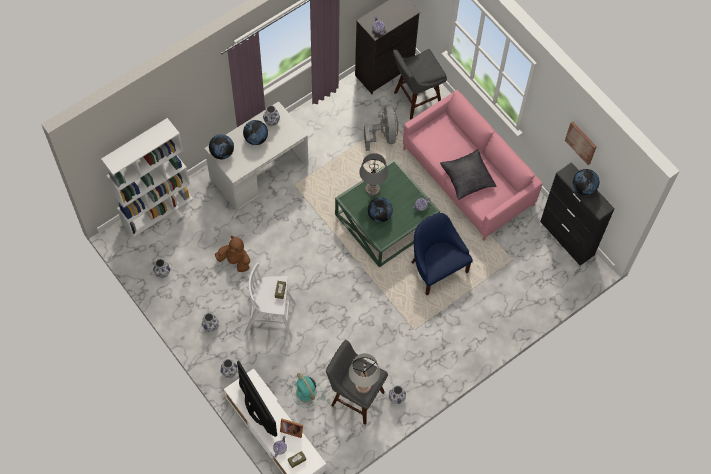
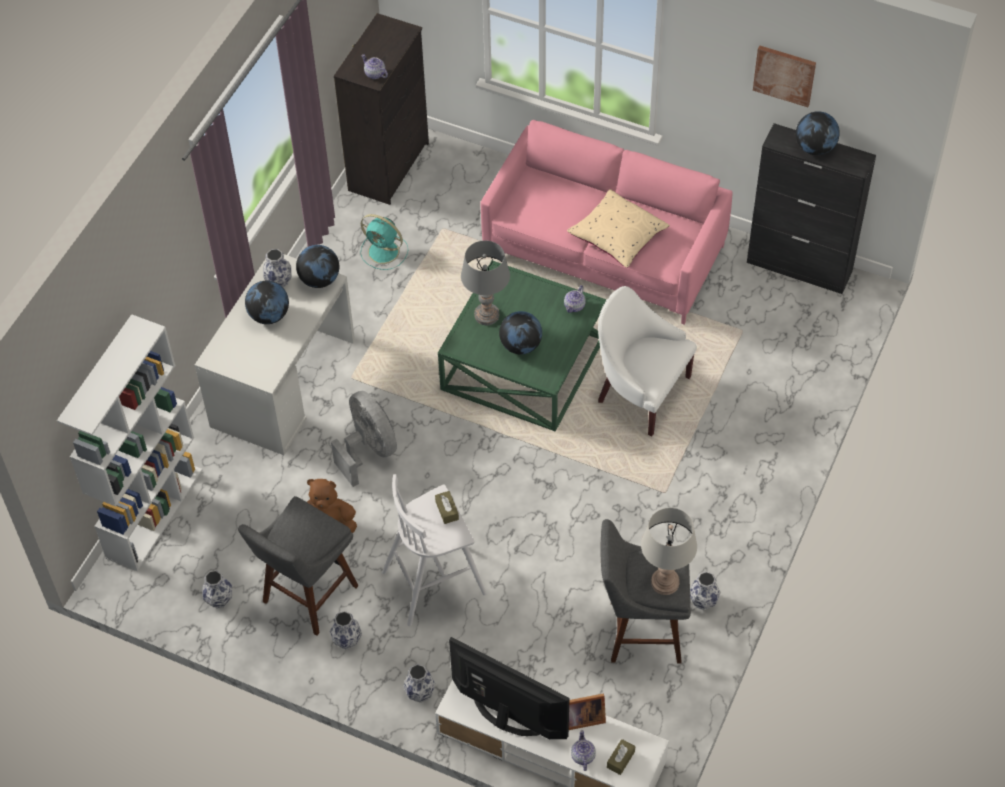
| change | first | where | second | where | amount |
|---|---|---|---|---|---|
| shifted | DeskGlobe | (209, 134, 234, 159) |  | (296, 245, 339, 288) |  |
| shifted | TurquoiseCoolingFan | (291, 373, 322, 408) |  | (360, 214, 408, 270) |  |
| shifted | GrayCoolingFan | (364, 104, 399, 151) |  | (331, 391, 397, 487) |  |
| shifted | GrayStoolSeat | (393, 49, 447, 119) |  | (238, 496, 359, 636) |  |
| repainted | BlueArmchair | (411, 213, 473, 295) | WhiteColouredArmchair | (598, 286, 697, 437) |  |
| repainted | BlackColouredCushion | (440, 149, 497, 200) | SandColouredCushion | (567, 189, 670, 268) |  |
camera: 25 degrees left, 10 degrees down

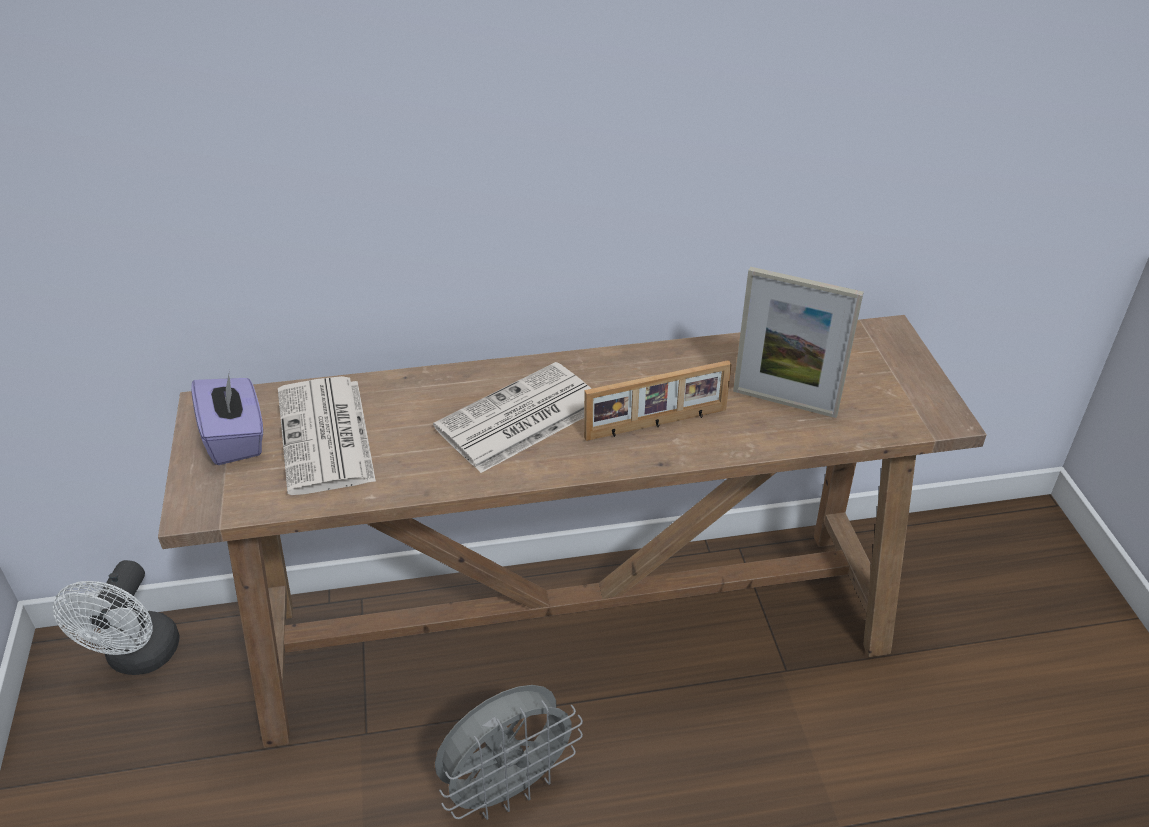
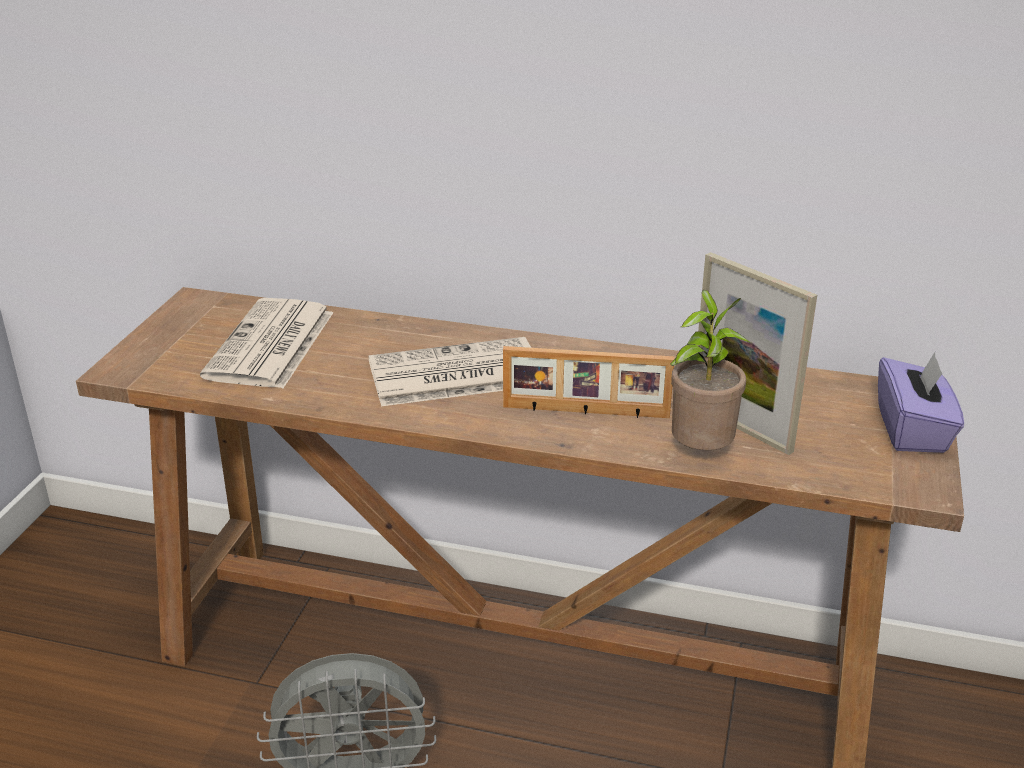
| change | first | where | second | where | amount |
|---|---|---|---|---|---|
| gone | WhiteColouredCoolingFan | (53, 560, 180, 675) |  |  |  |
| new |  |  | PlantInAPot | (670, 290, 749, 450) |  |
| shifted | PurpleColouredBoxOfTissues | (191, 370, 263, 465) |  | (878, 353, 964, 453) |  |
camera: 25 degrees right, 10 degrees down

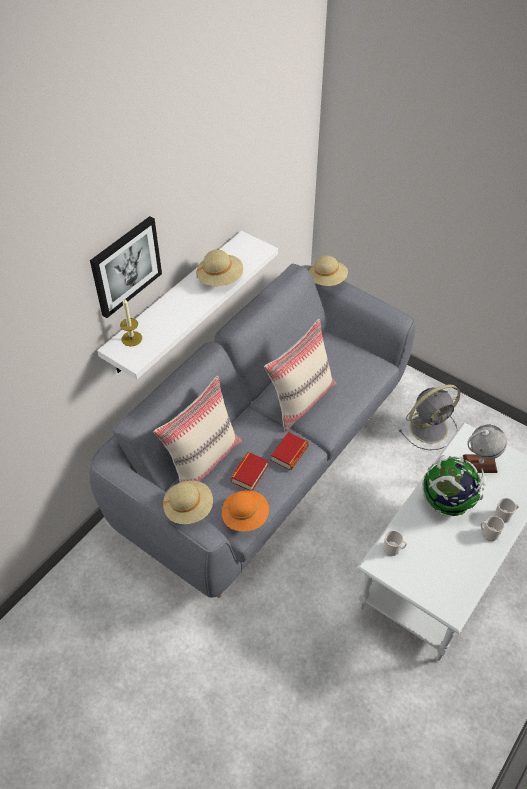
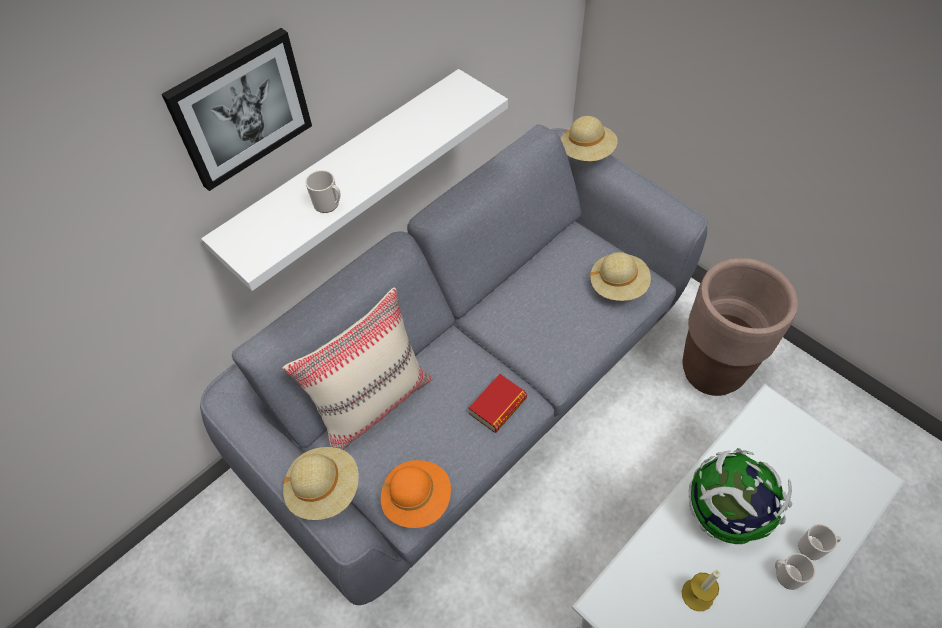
| change | first | where | second | where | amount |
|---|---|---|---|---|---|
| gone | BoundBook | (230, 452, 268, 491) |  |  |  |
| gone | SandColouredCushion | (264, 319, 336, 431) |  |  |  |
| gone | DeskGlobe | (463, 425, 507, 473) |  |  |  |
| shifted | Candle | (120, 298, 142, 346) |  | (682, 570, 721, 611) |  |
| shifted | SandColouredClothingHat | (196, 250, 243, 286) |  | (589, 252, 651, 301) |  |
| shifted | TeaMug | (383, 530, 407, 556) |  | (305, 170, 341, 213) |  |
| swapped | GrayCoolingFan | (398, 384, 460, 450) | BrownPlanter | (683, 258, 798, 396) |  |
camera: 10 degrees right, 5 degrees up

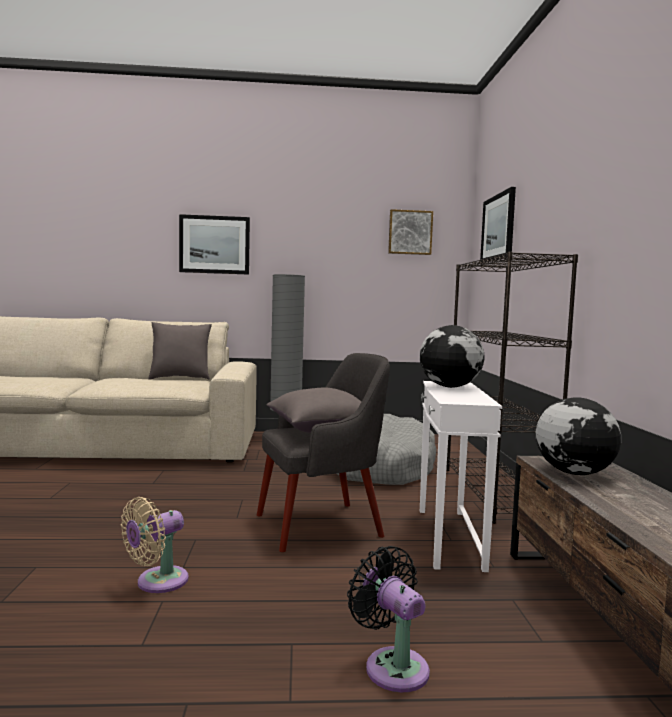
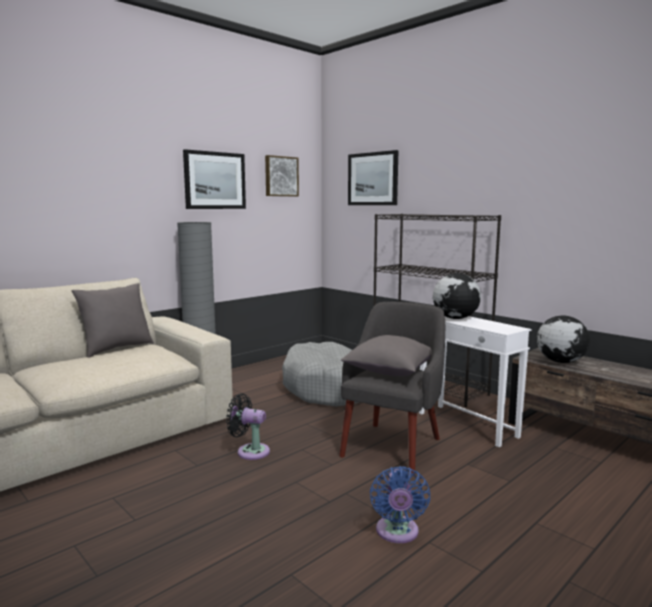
| change | first | where | second | where | amount |
|---|---|---|---|---|---|
| shifted | WallPicture | (179, 214, 250, 275) |  | (183, 149, 246, 209) |  |
| shifted | BlackColouredCoolingFan | (347, 546, 430, 692) |  | (226, 393, 270, 460) |  |
| repainted | SandColouredCoolingFan | (121, 497, 189, 593) | BlueCoolingFan | (370, 466, 430, 543) |  |
camera: 40 degrees left, 5 degrees up

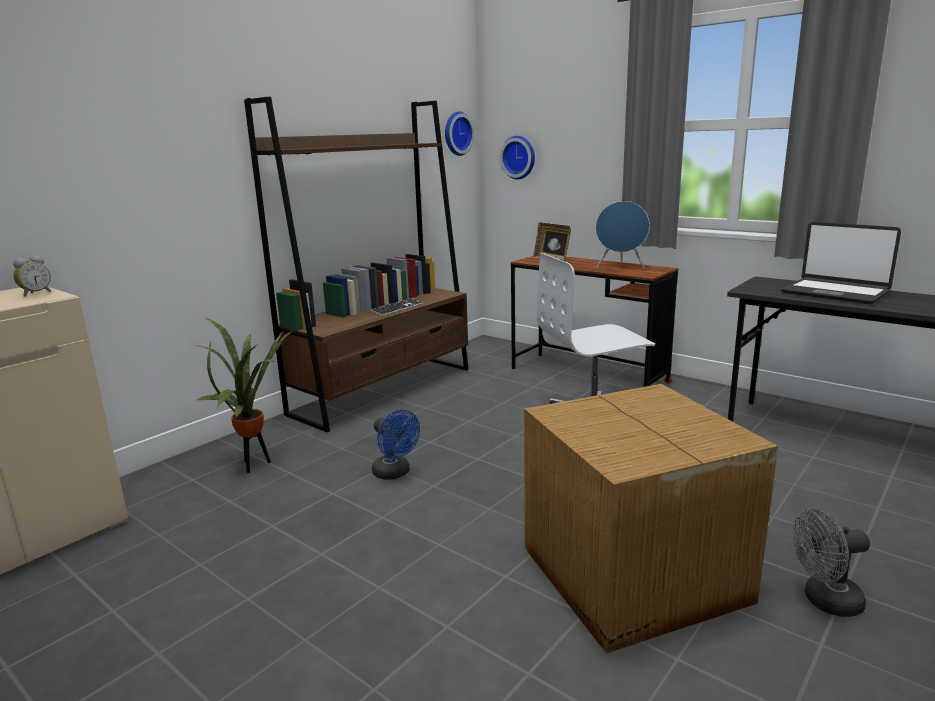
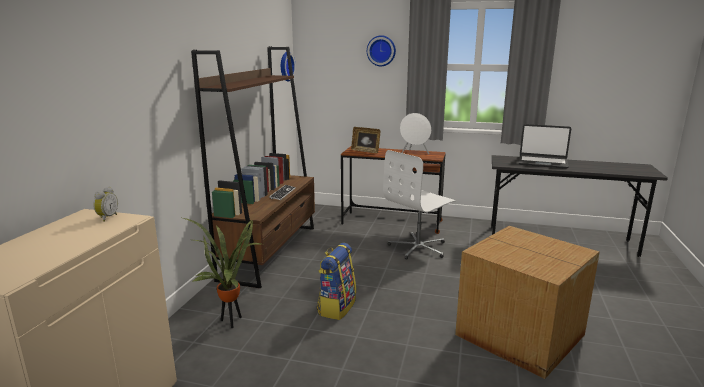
| change | first | where | second | where | amount |
|---|---|---|---|---|---|
| gone | GrayCoolingFan | (793, 509, 870, 617) |  |  |  |
| shifted | HangingClock | (500, 136, 535, 179) |  | (367, 35, 396, 66) |  |
| swapped | BlueCoolingFan | (372, 410, 420, 480) | Rucksack | (317, 243, 356, 320) |  |
| repainted | BlueLoudspeaker | (596, 201, 650, 269) | WhiteColouredLoudspeaker | (400, 113, 431, 154) |  |
camera: 25 degrees left, 0 degrees up

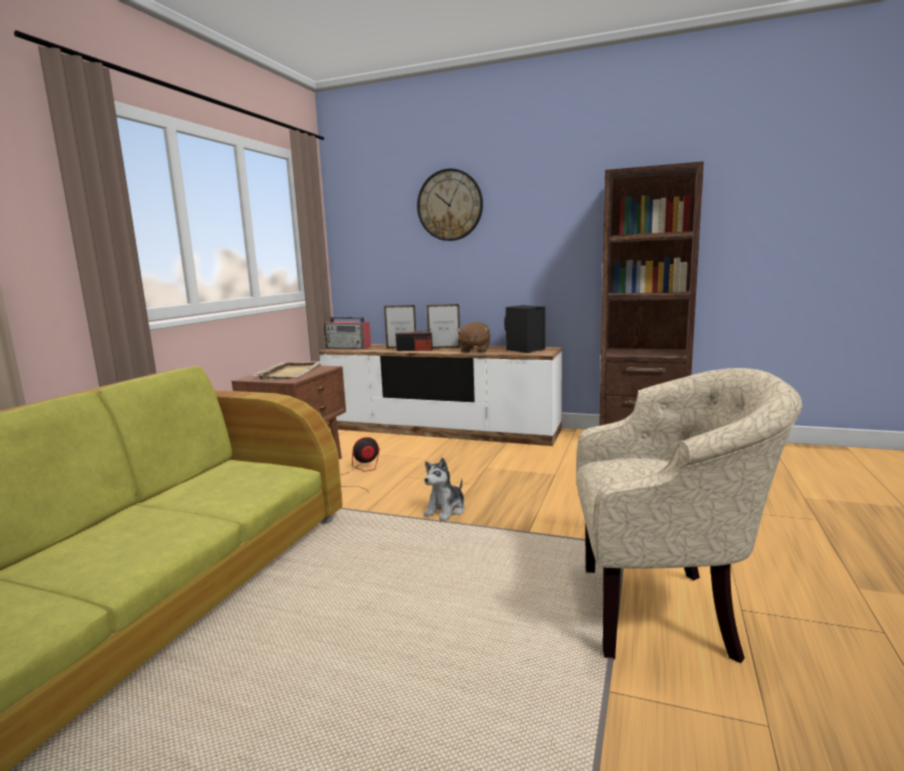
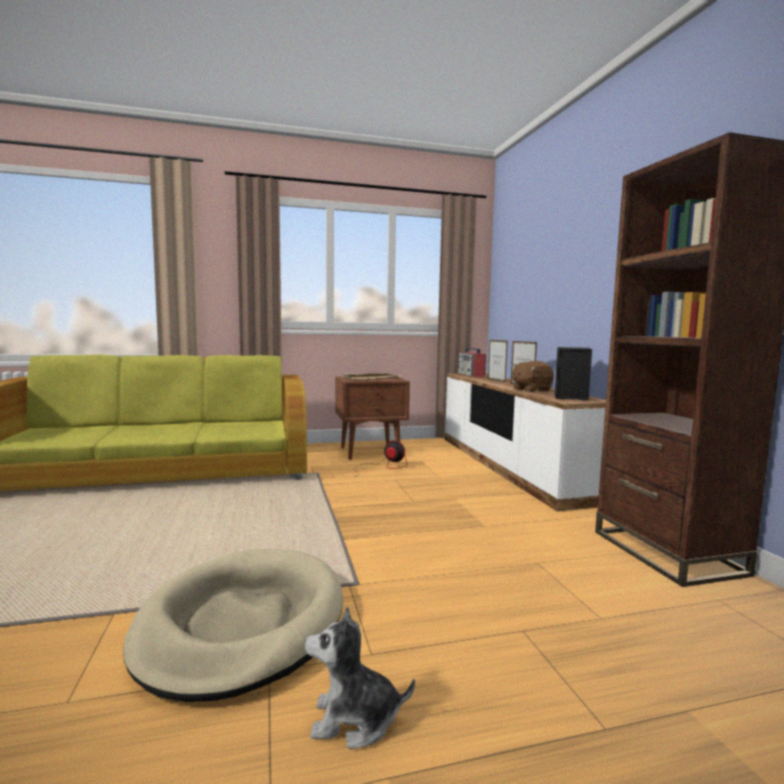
| change | first | where | second | where | amount |
|---|---|---|---|---|---|
| gone | Radio | (395, 329, 433, 351) |  |  |  |
| gone | HangingClock | (417, 168, 483, 241) |  |  |  |
| shifted | PlushToy | (424, 458, 465, 521) |  | (305, 607, 415, 749) |  |
| swapped | SandColouredArmchair | (576, 368, 802, 663) | SandColouredPetBed | (123, 549, 343, 702) |  |
camera: 55 degrees right, 5 degrees down

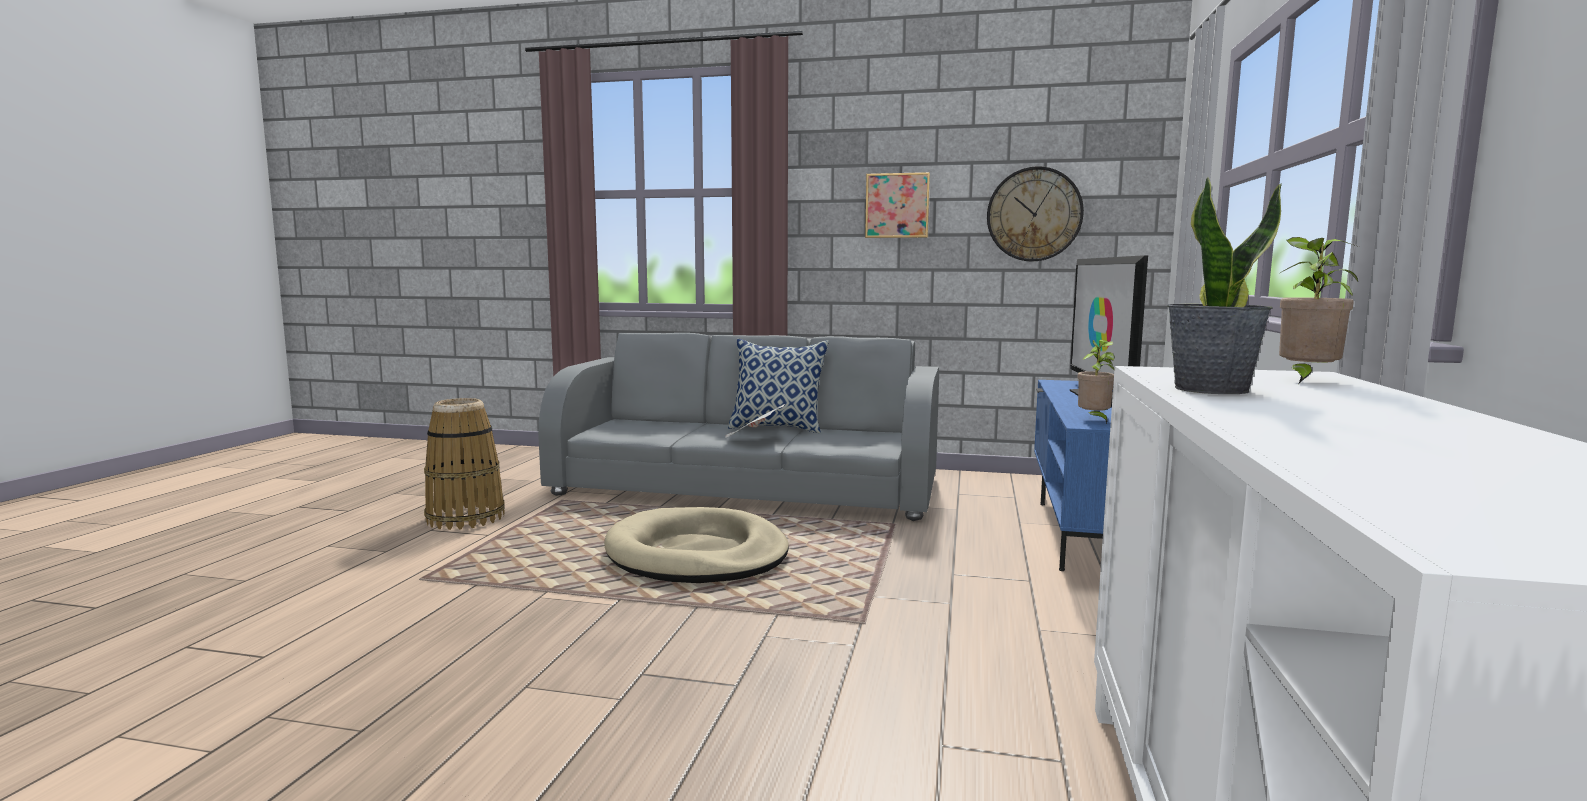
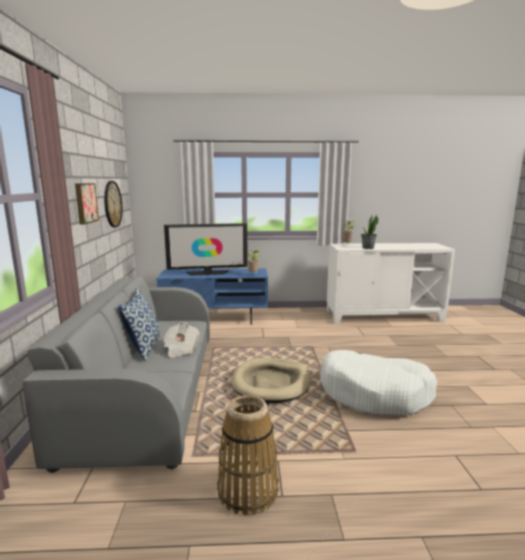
| change | first | where | second | where | amount |
|---|---|---|---|---|---|
| new |  |  | WhiteColouredPetBed | (320, 350, 437, 415) |  |
camera: 105 degrees left, 5 degrees up

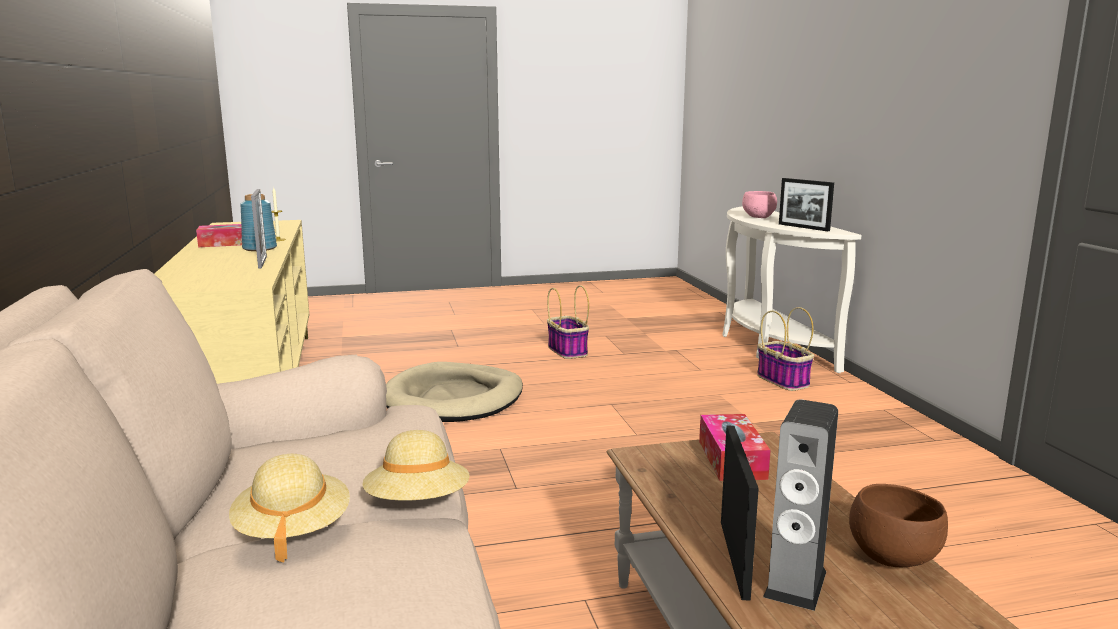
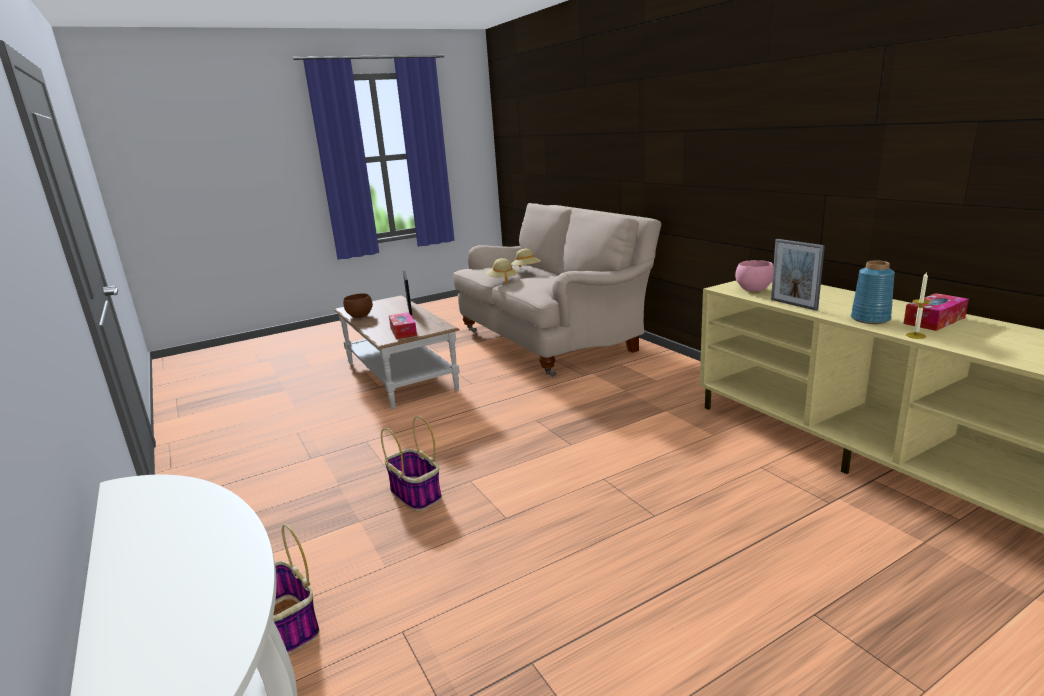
| change | first | where | second | where | amount |
|---|---|---|---|---|---|
| gone | SandColouredPetBed | (386, 362, 523, 422) |  |  |  |
| gone | Loudspeaker | (763, 399, 838, 611) |  |  |  |
| gone | PhotoFrame | (779, 178, 834, 231) |  |  |  |
| shifted | HouseholdBasket | (547, 285, 589, 359) |  | (381, 416, 442, 511) |  |
| shifted | PinkDeepDish | (742, 191, 777, 218) |  | (735, 260, 773, 291) |  |
camera: 165 degrees right, 5 degrees up

